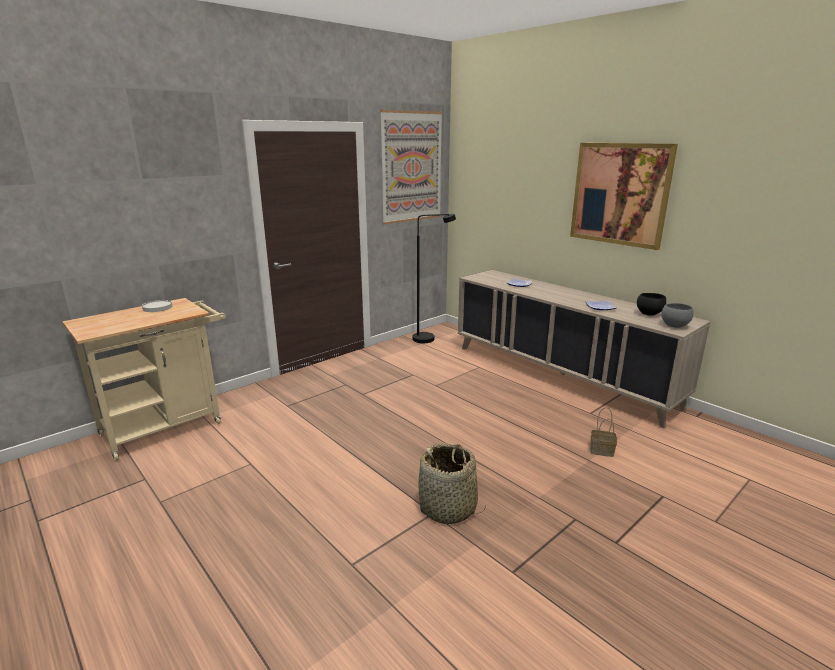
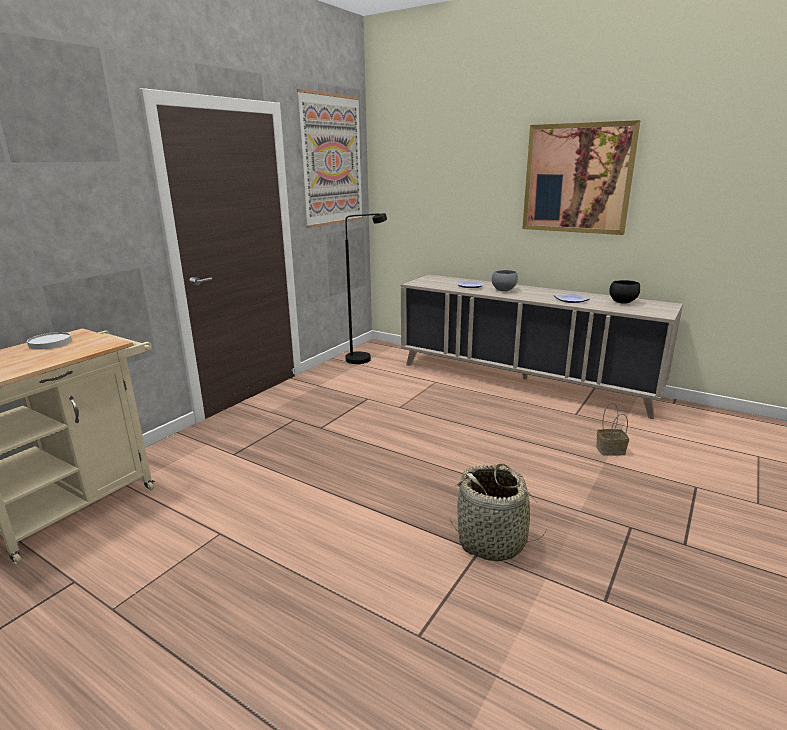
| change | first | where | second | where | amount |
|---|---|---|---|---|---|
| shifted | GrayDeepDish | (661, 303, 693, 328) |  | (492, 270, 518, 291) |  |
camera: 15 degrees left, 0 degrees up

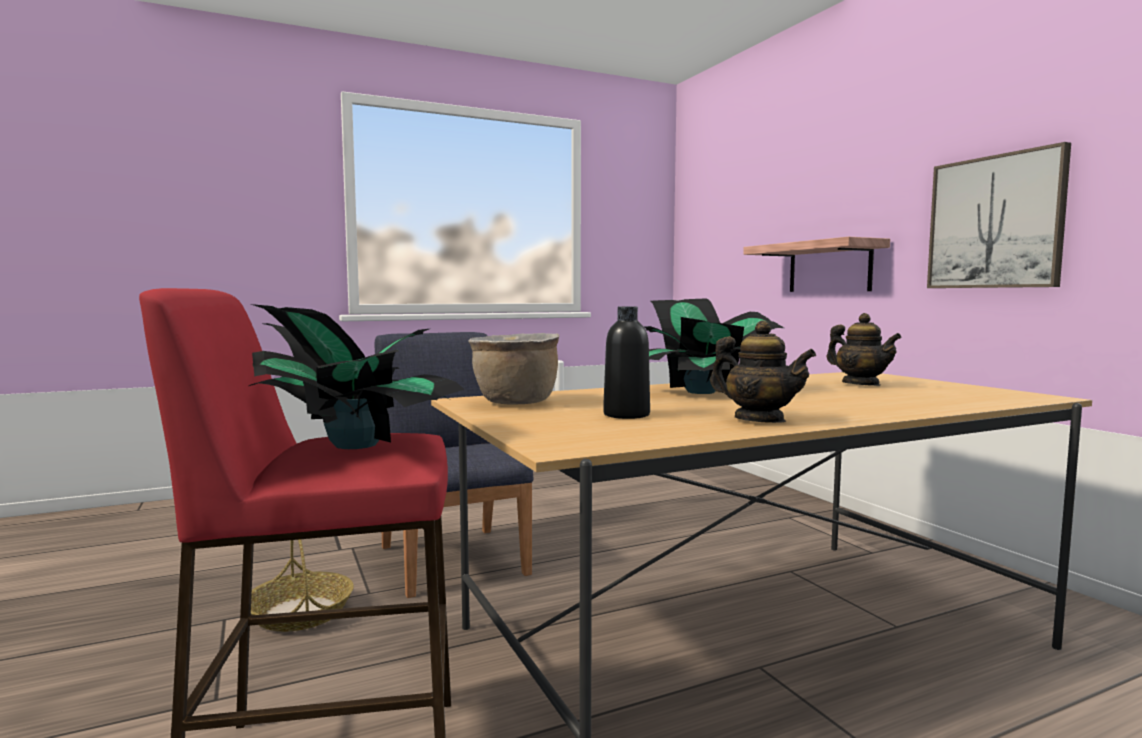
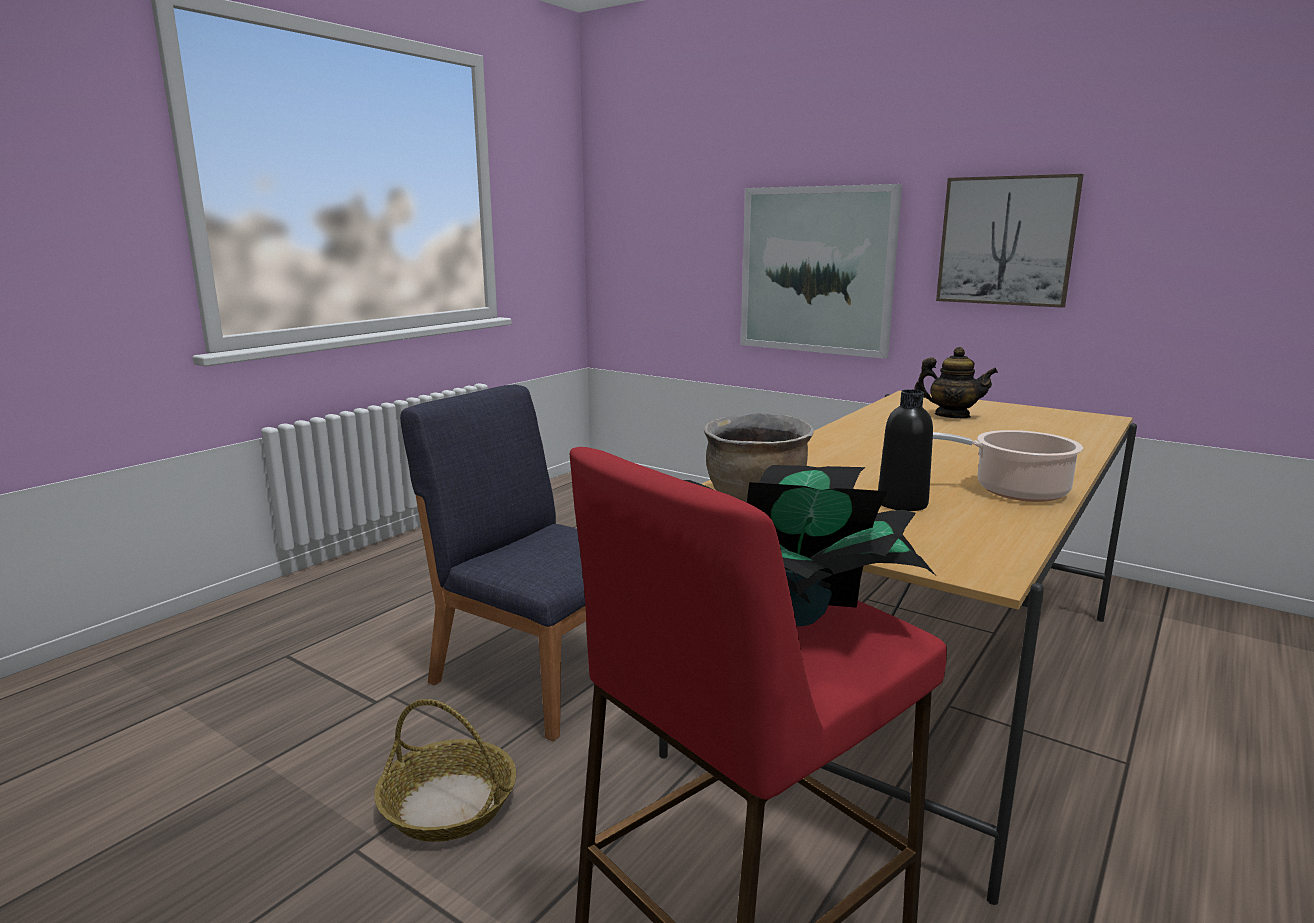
| change | first | where | second | where | amount |
|---|---|---|---|---|---|
| gone | PlantInAPot | (645, 298, 784, 394) |  |  |  |
| swapped | PotForTea | (710, 320, 816, 423) | CookingPot | (933, 430, 1083, 502) |  |
| swapped | BracketShelf | (743, 237, 890, 292) | WallPicture | (740, 184, 902, 359) |  |
camera: 30 degrees left, 10 degrees up

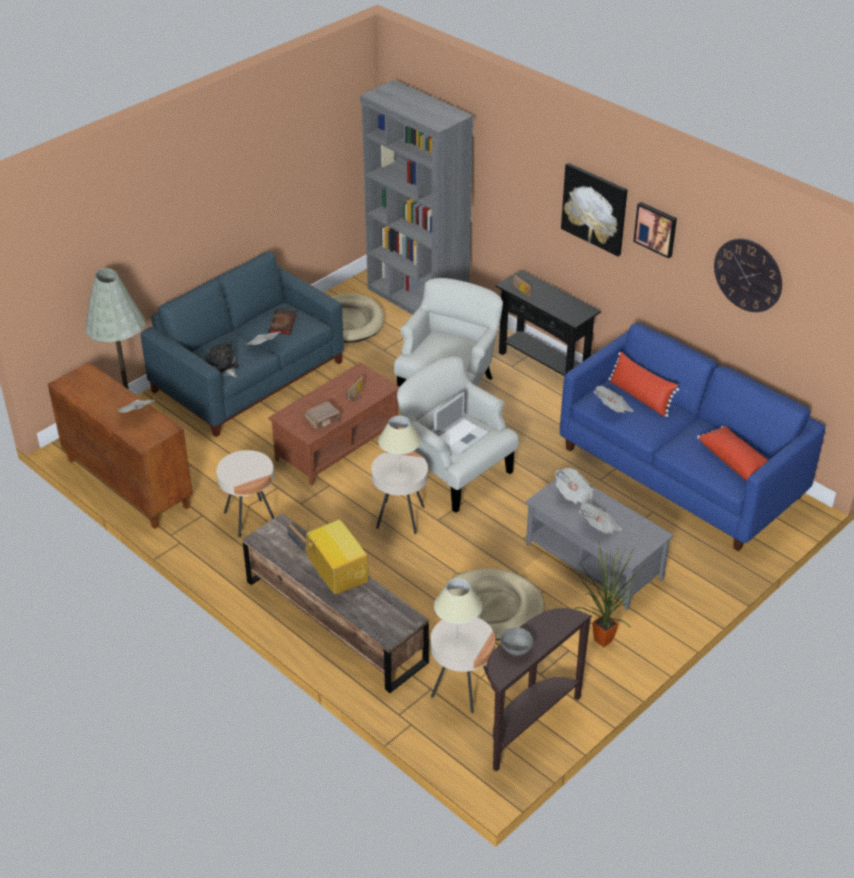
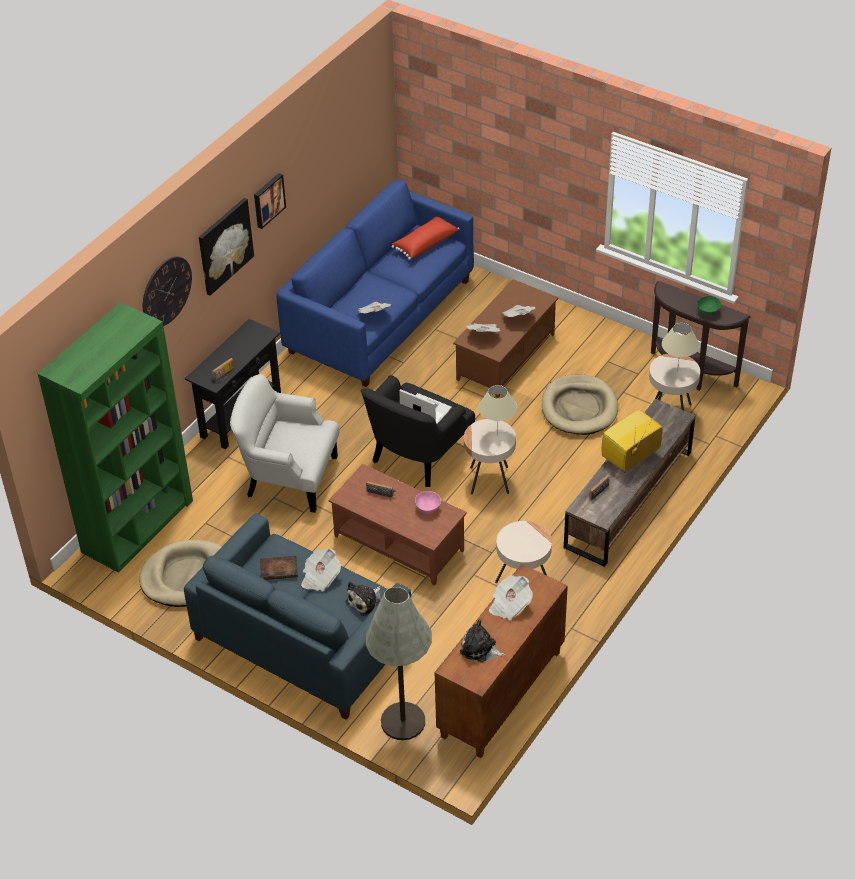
| change | first | where | second | where | amount |
|---|---|---|---|---|---|
| gone | PlantInAPot | (574, 540, 645, 647) |  |  |  |
| gone | ReddishCushion | (609, 352, 679, 417) |  |  |  |
| new |  |  | PlushToy | (460, 619, 505, 662) |  |
| shifted | HangingClock | (714, 239, 782, 312) |  | (143, 257, 192, 326) |  |
| swapped | BrownBoundBook | (305, 401, 341, 429) | PinkDeepDish | (415, 491, 441, 514) |  |
| repainted | GrayShelvingUnit | (360, 80, 474, 315) | GreenColouredShelvingUnit | (38, 302, 193, 573) |  |
| repainted | WhiteColouredArmchair | (397, 357, 519, 513) | BlackColouredArmchair | (361, 375, 475, 487) |  |
| repainted | GrayDeepDish | (500, 627, 533, 656) | GreenColouredDeepDish | (697, 296, 721, 316) |  |
| repainted | GrayCoffeeTable | (525, 479, 674, 610) | BrownCoffeeTable | (453, 279, 558, 398) |  |
camera: 100 degrees left, 5 degrees up

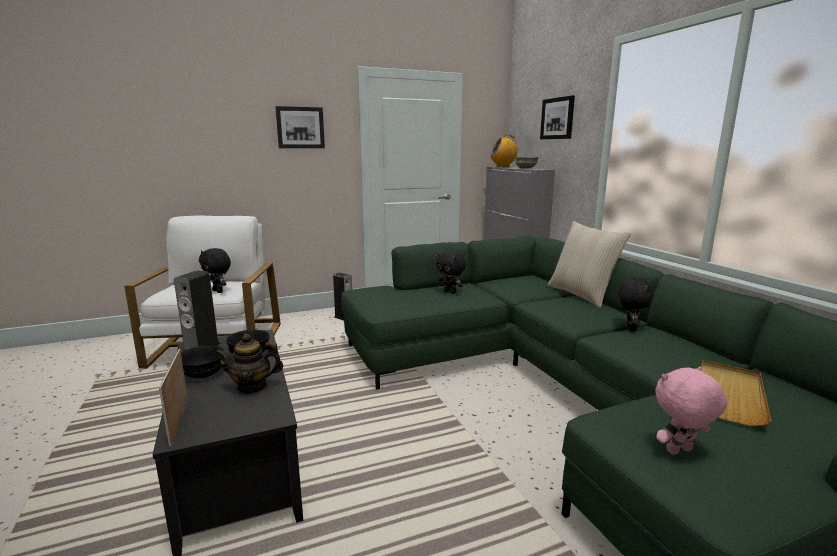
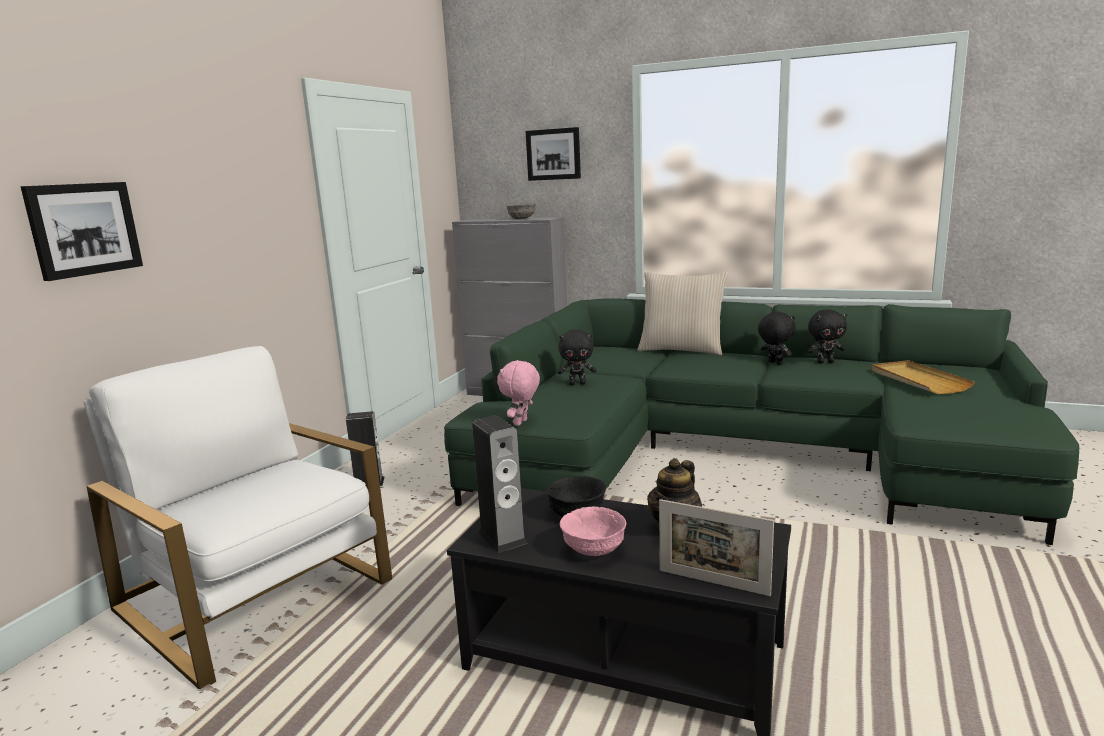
| change | first | where | second | where | amount |
|---|---|---|---|---|---|
| gone | Radio | (490, 134, 518, 167) |  |  |  |
| shifted | BlackColouredPlushToy | (199, 248, 231, 293) |  | (807, 310, 847, 364) |  |
| shifted | WallPicture | (275, 106, 325, 148) |  | (21, 182, 143, 281) |  |
| shifted | PinkPlushToy | (655, 367, 727, 455) |  | (497, 360, 540, 426) |  |
| repainted | BlackColouredDeepDish | (181, 346, 224, 378) | PinkDeepDish | (560, 507, 626, 556) |  |
camera: 45 degrees left, 0 degrees up

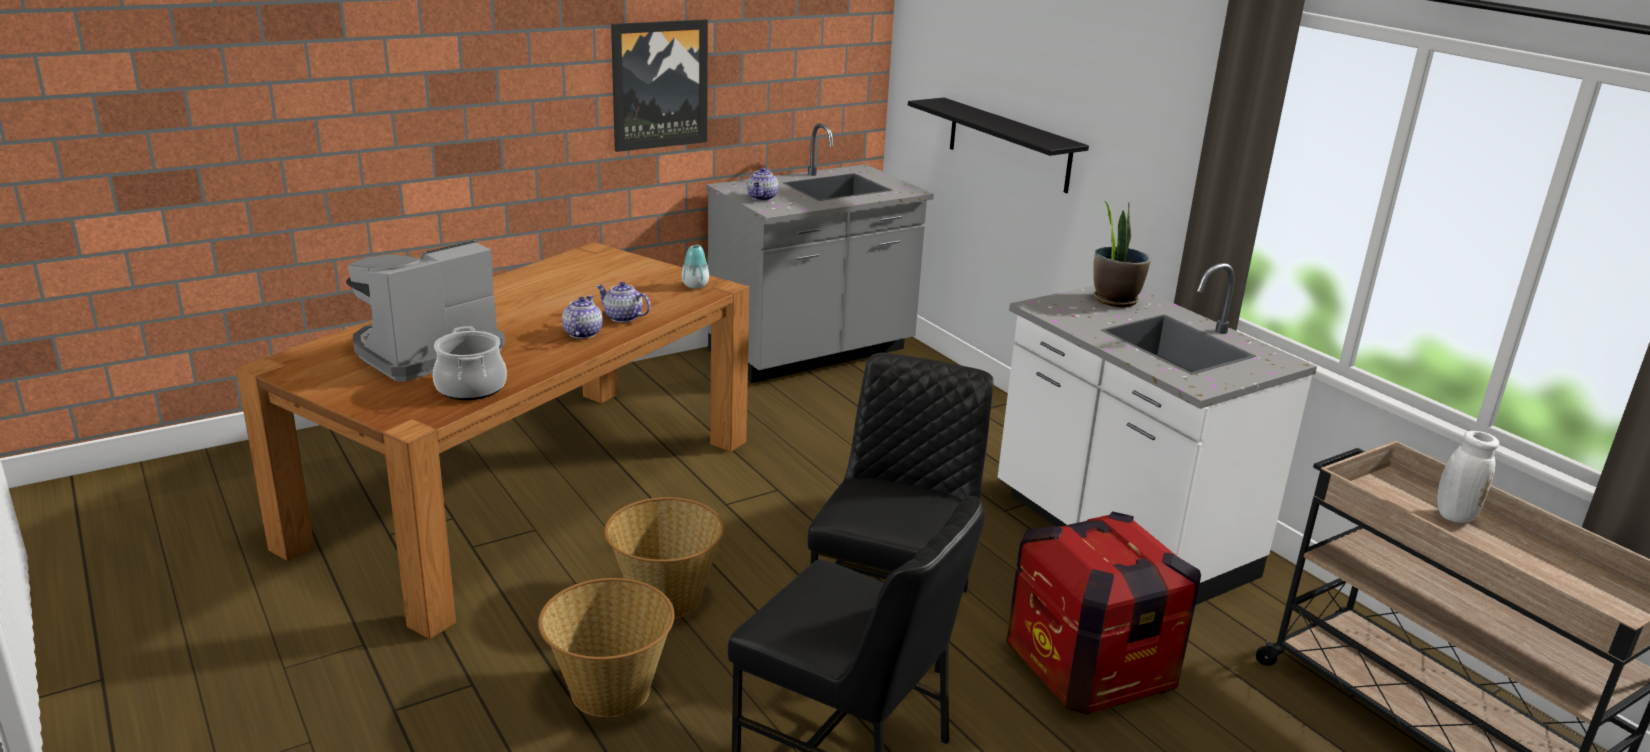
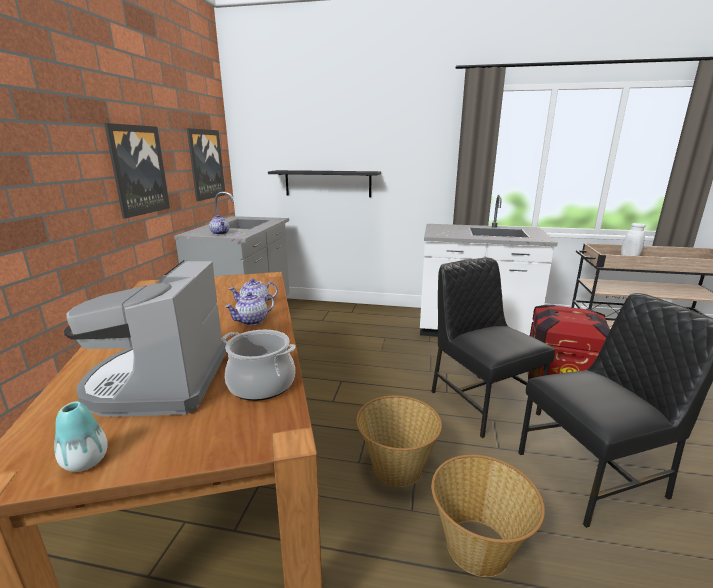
| change | first | where | second | where | amount |
|---|---|---|---|---|---|
| gone | PlantInAPot | (1093, 201, 1151, 308) |  |  |  |
| new |  |  | WallPicture | (187, 128, 226, 201) |  |
| shifted | DecorativeVase | (682, 245, 709, 289) |  | (54, 401, 108, 472) |  |
| rotated | PotForTea | (562, 295, 603, 339) |  | (225, 292, 275, 325) | 90 degrees counterclockwise |
camera: 45 degrees left, 5 degrees down

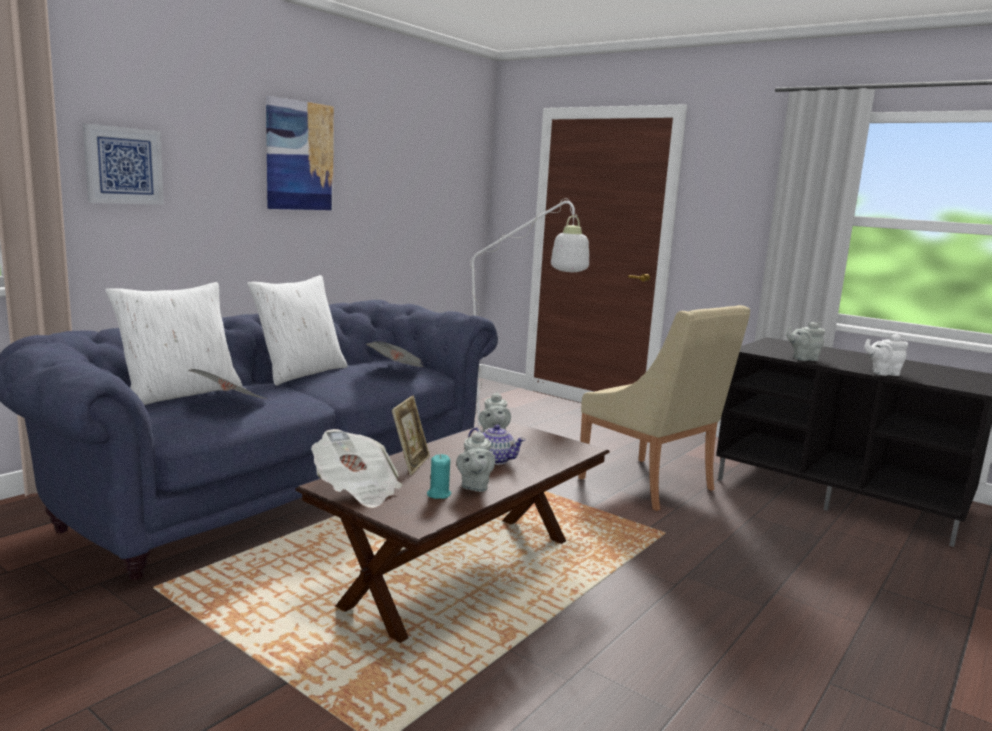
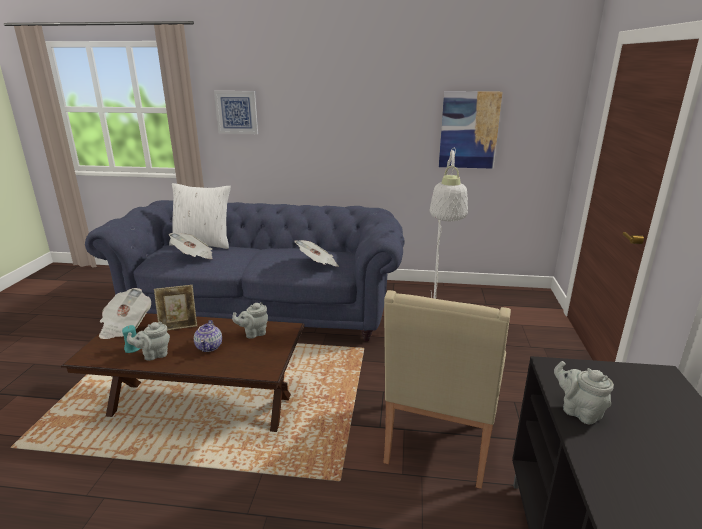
| change | first | where | second | where | amount |
|---|---|---|---|---|---|
| gone | WhiteColouredCushion | (247, 275, 348, 386) |  |  |  |
| gone | WhiteColouredPotForTea | (865, 334, 908, 376) |  |  |  |
| shifted | WallPicture | (266, 96, 334, 210) |  | (439, 91, 502, 169) |  |
camera: 60 degrees right, 10 degrees up

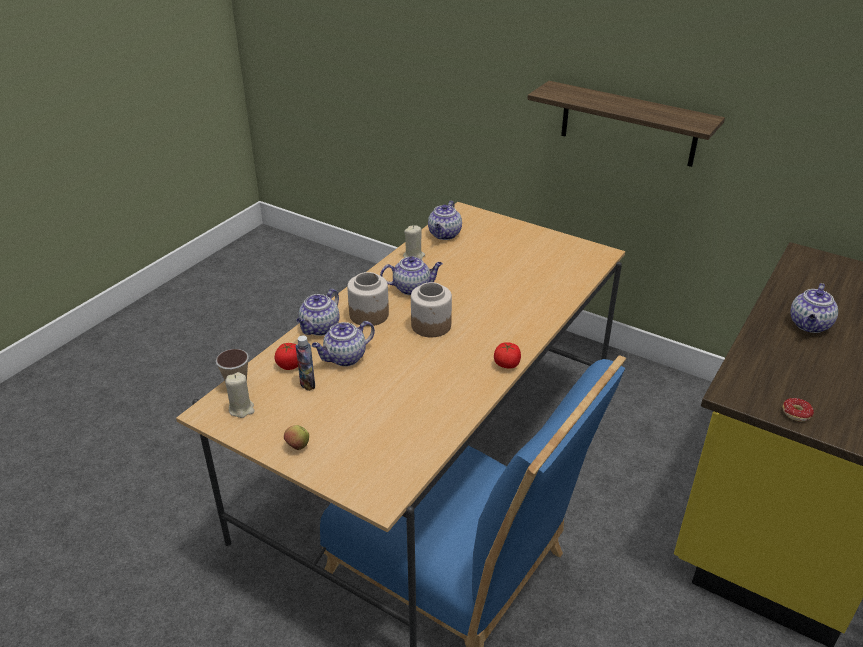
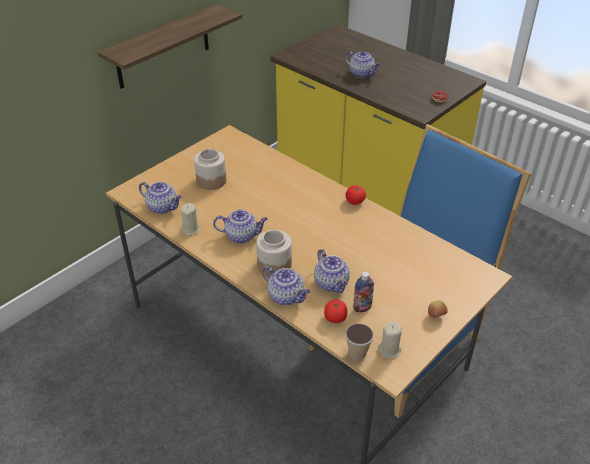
| change | first | where | second | where | amount |
|---|---|---|---|---|---|
| shifted | StorageJar | (411, 282, 452, 337) |  | (194, 149, 226, 190) |  |
| rotated | PotForTea | (380, 256, 443, 295) |  | (213, 210, 268, 243) | 90 degrees clockwise |
camera: 80 degrees left, 5 degrees up

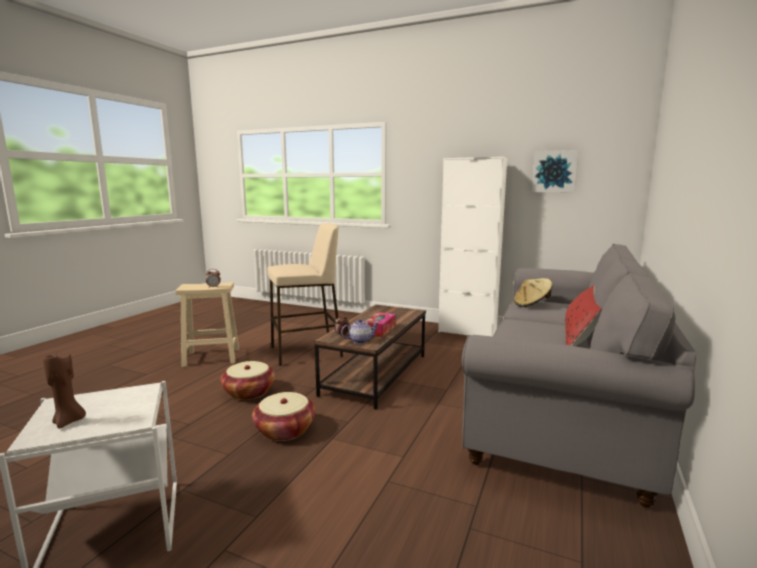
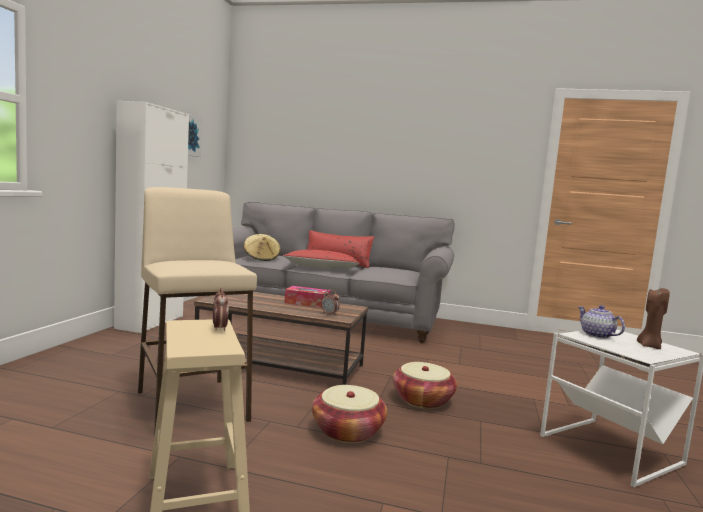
| change | first | where | second | where | amount |
|---|---|---|---|---|---|
| new |  |  | ReddishCushion | (283, 250, 360, 270) |  |
| shifted | PotForTea | (341, 319, 378, 344) |  | (578, 305, 625, 339) |  |
camera: 100 degrees left, 5 degrees down

